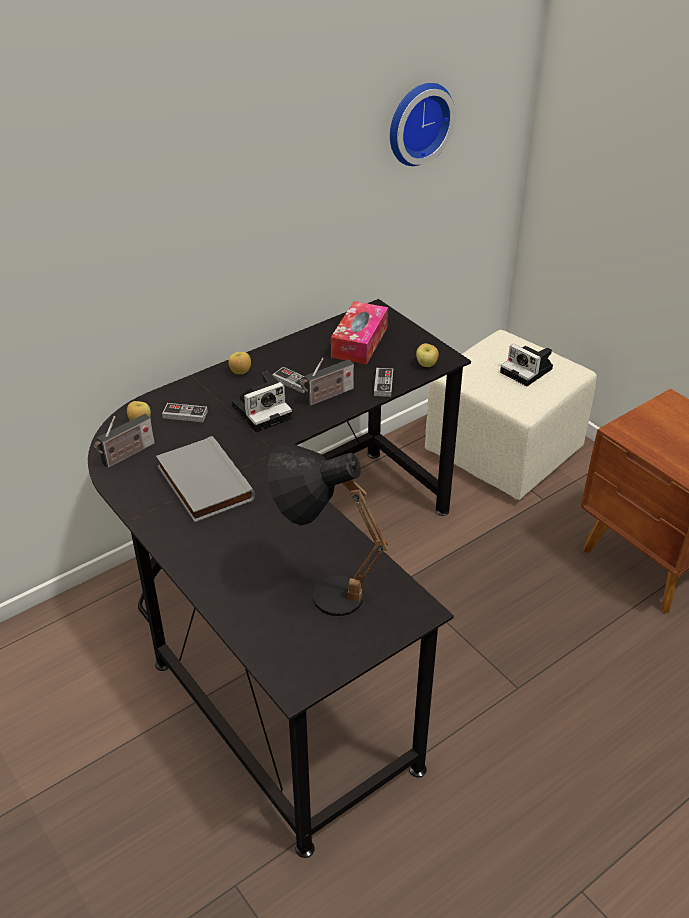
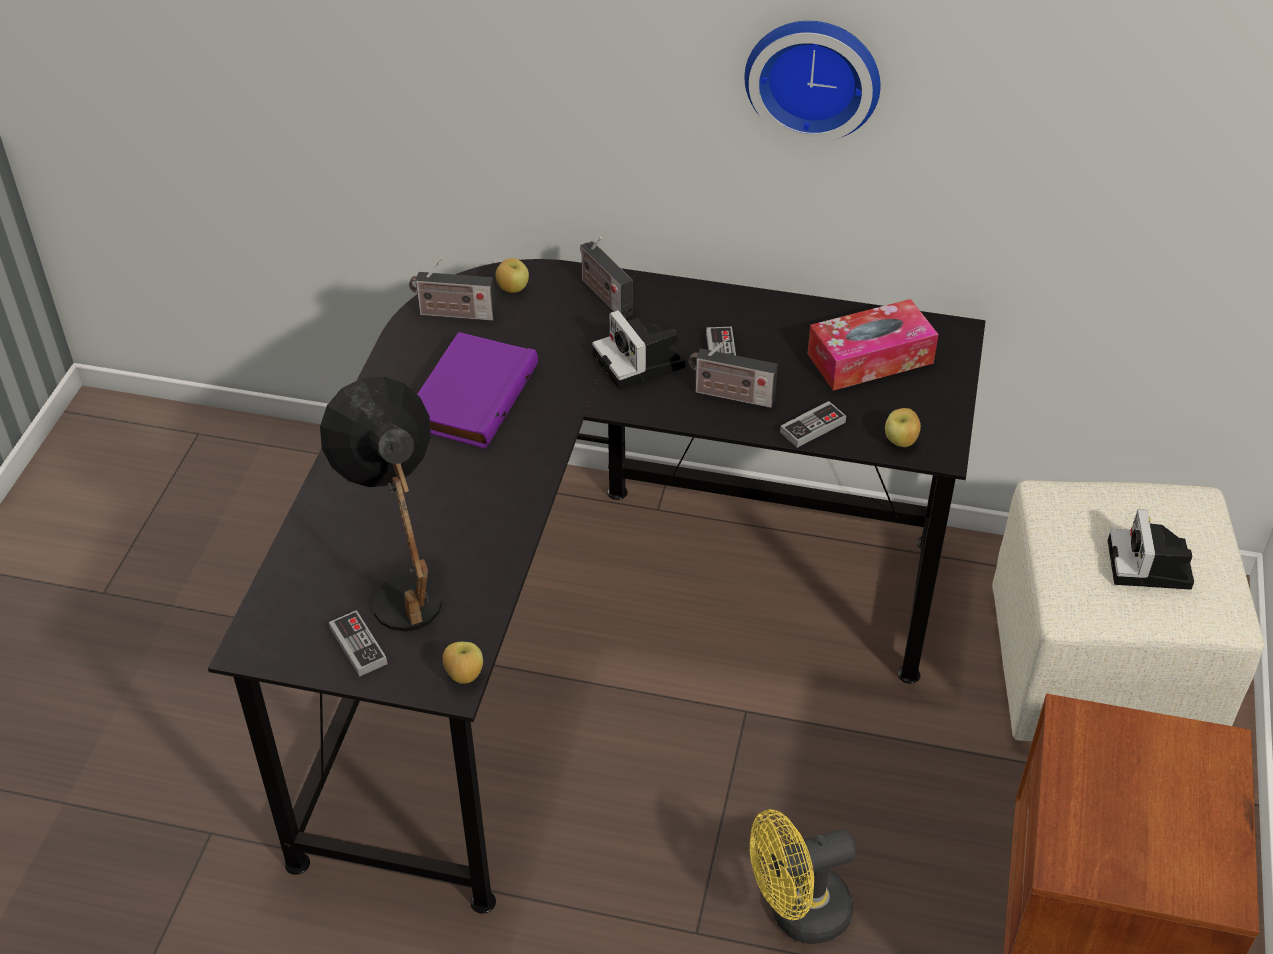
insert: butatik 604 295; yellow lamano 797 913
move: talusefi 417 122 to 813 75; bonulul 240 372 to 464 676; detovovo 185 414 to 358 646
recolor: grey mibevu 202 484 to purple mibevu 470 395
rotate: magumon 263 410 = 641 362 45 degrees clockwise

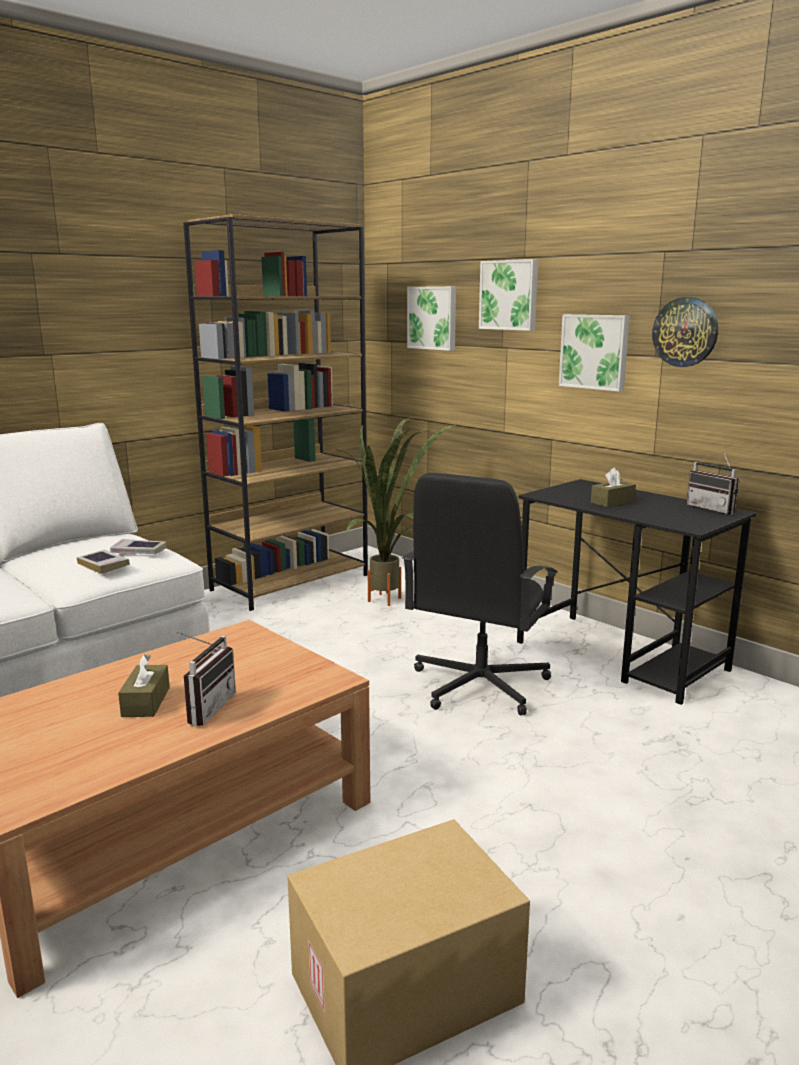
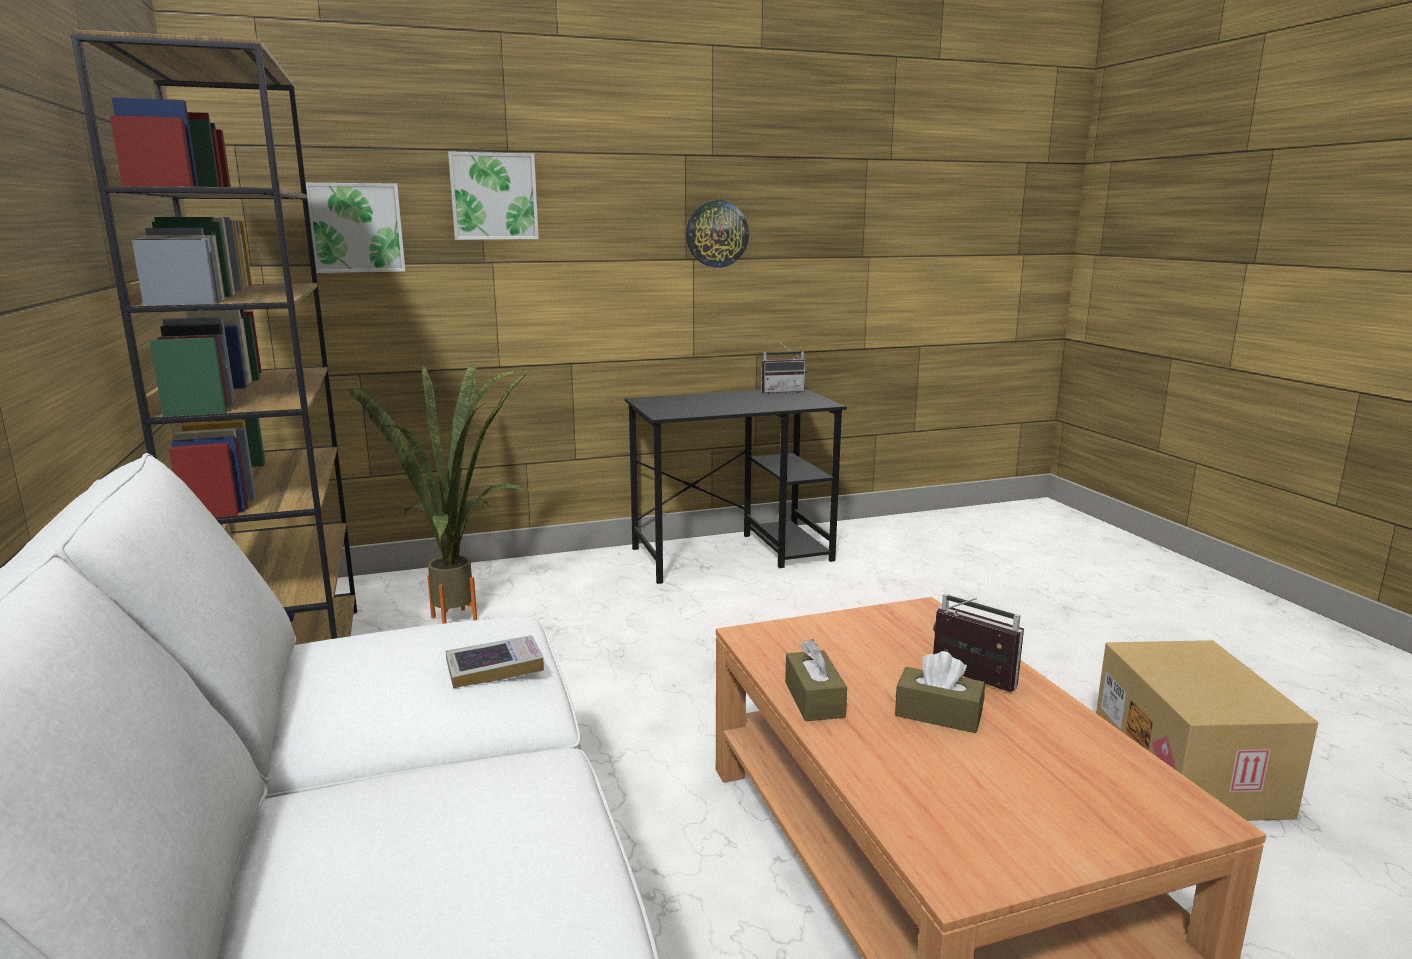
delete: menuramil 595 351; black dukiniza 478 685; mibevu 138 551
move: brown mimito 612 502 to 814 699

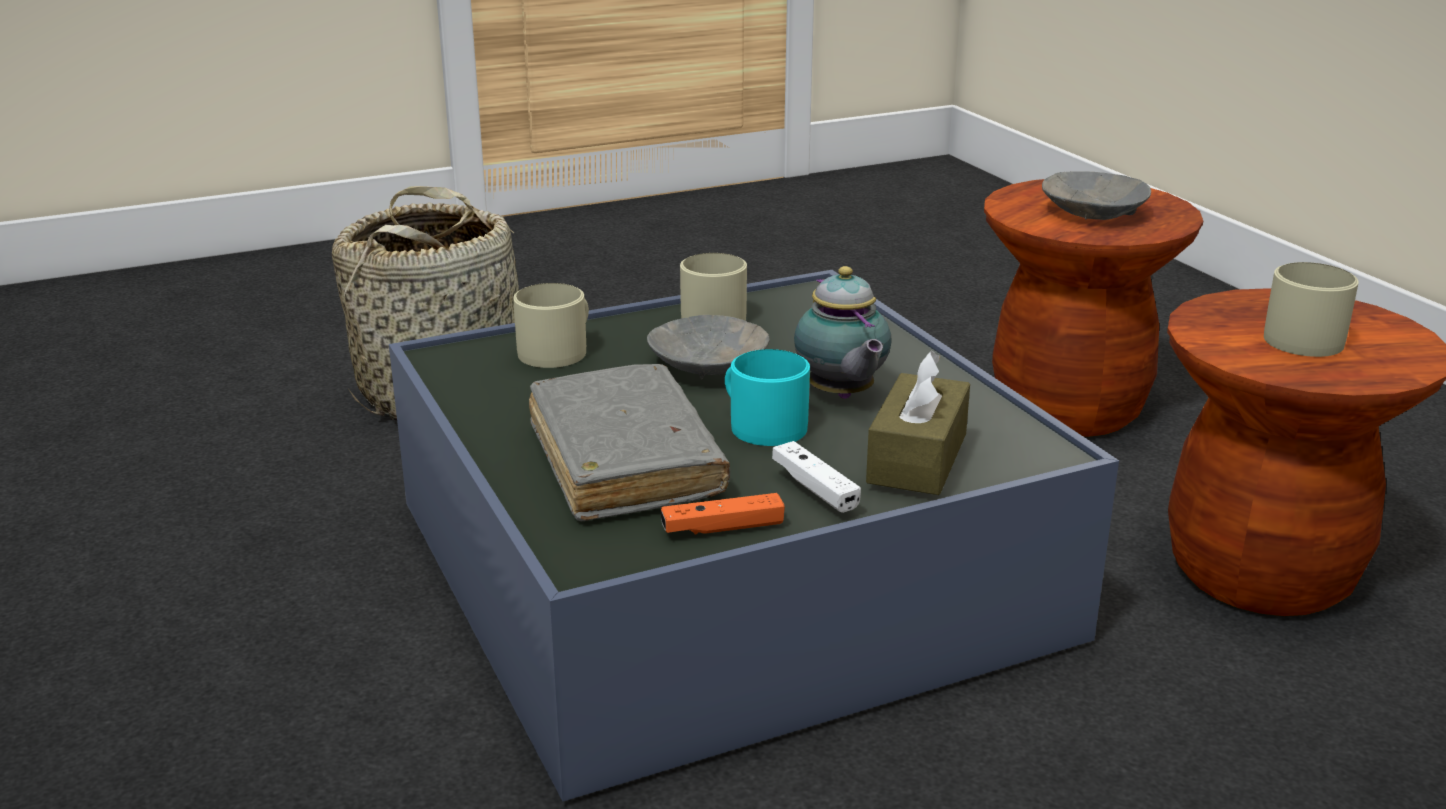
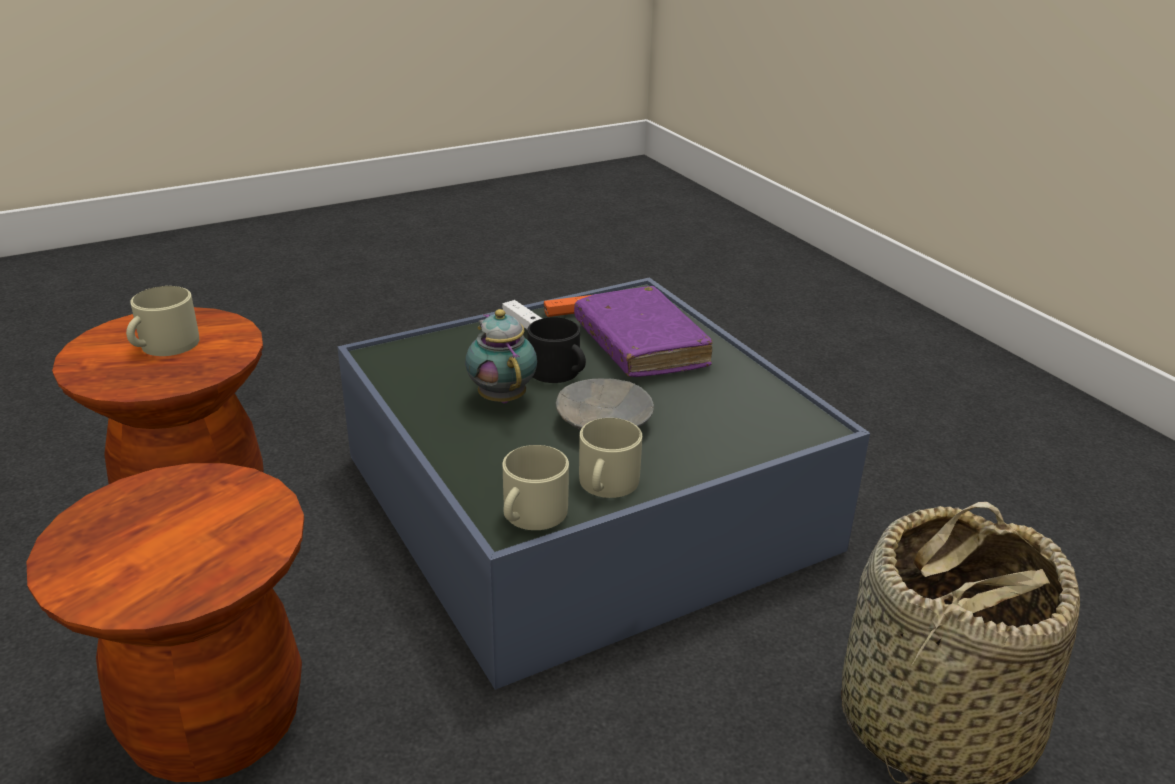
delete: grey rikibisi 1092 212; brown mimito 917 458
move: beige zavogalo 558 350 to 530 515
recolor: turquoise zavogalo 761 425 to black zavogalo 559 372; grey mibevu 625 462 to purple mibevu 640 346

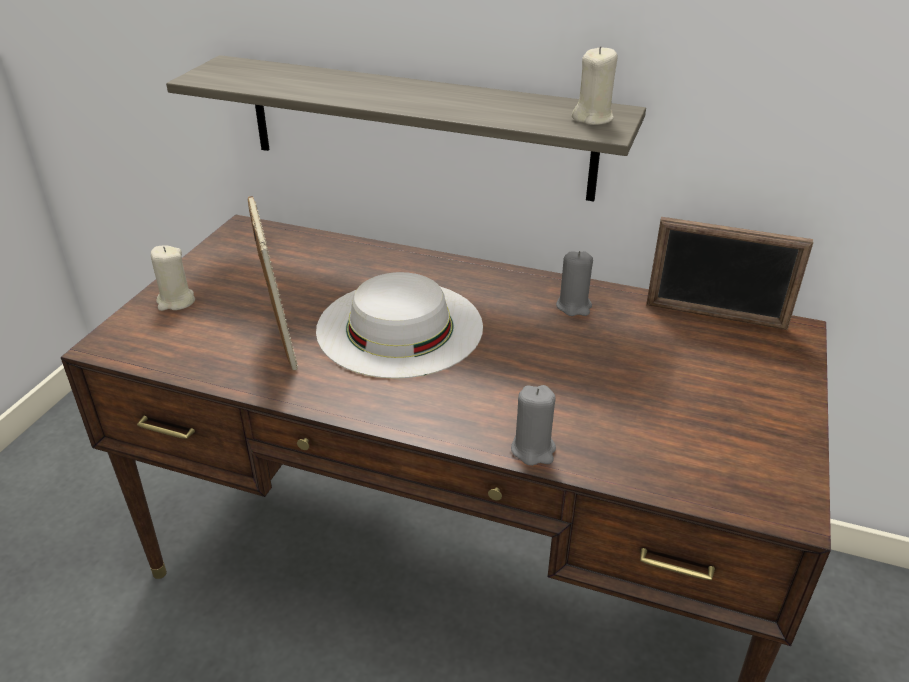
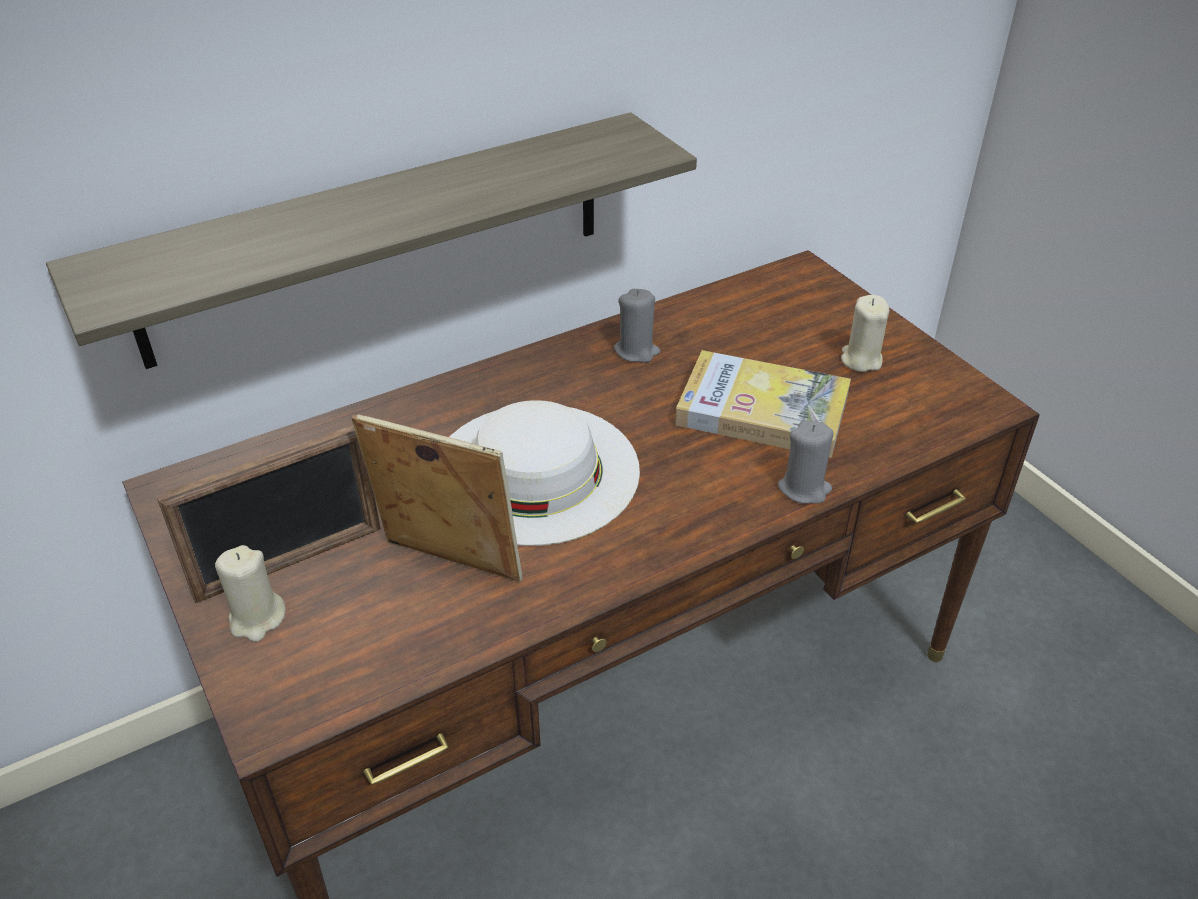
insert: mibevu 762 410
move: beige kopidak 593 118 to 861 359; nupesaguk 715 316 to 290 563

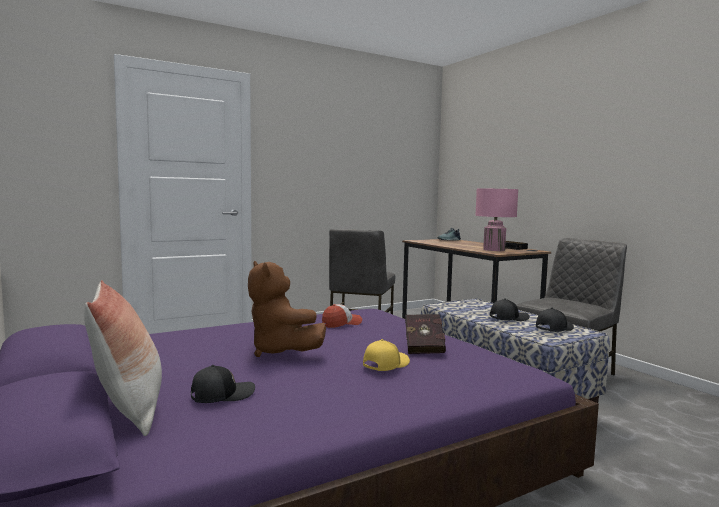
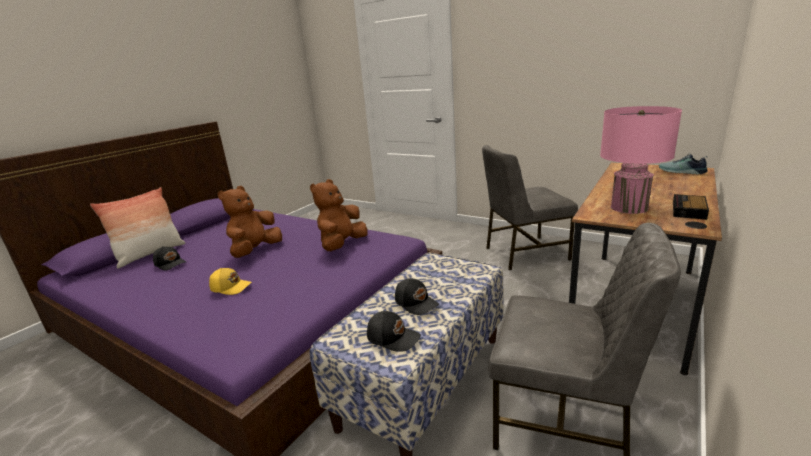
delete: red mibevu 424 346
replace: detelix 341 324 to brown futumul 342 245

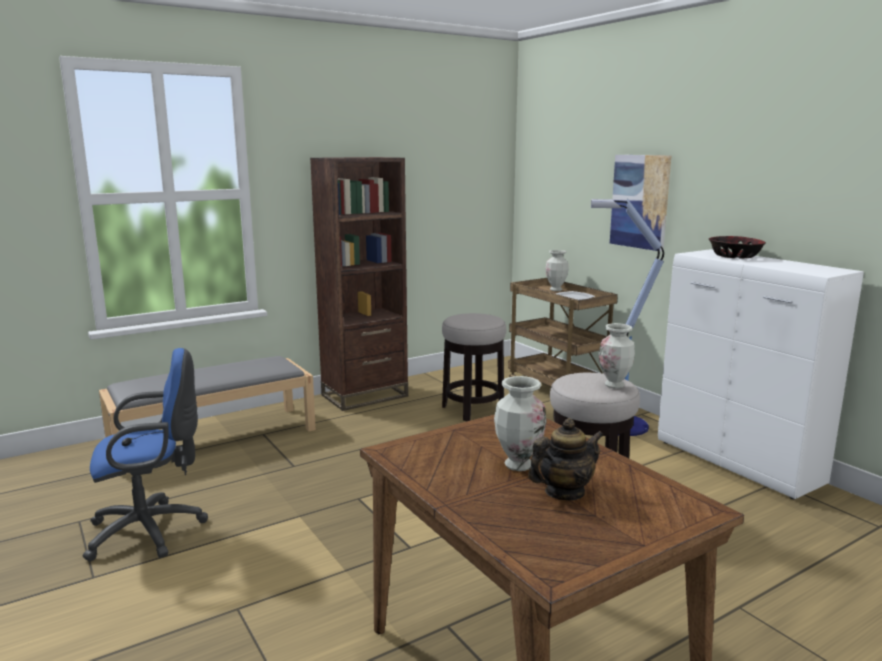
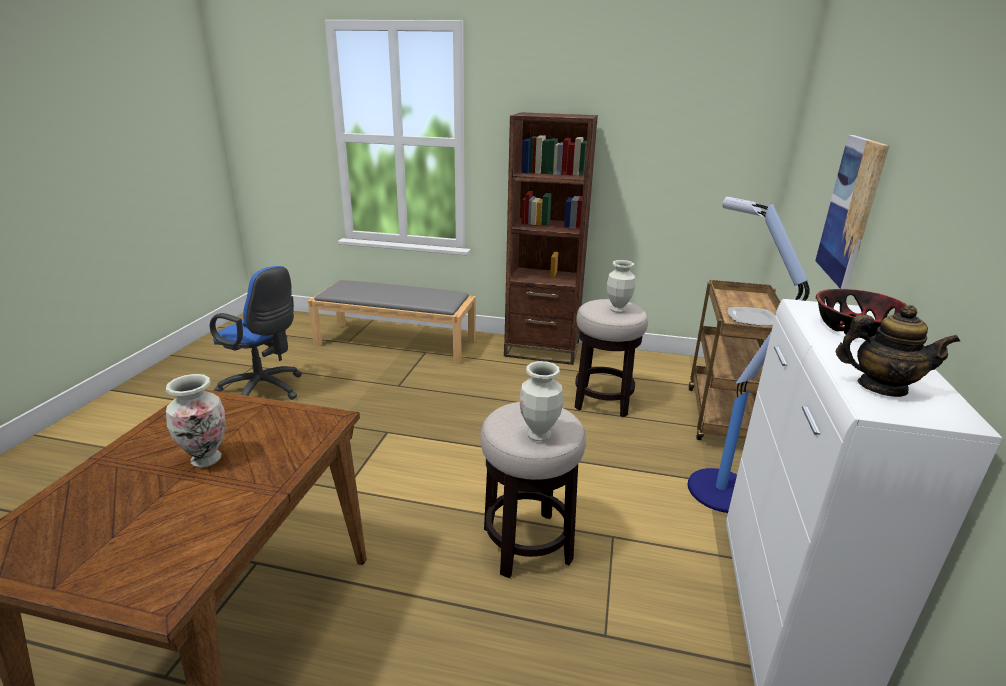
move: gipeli 556 290 to 618 310; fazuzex 564 492 to 881 387

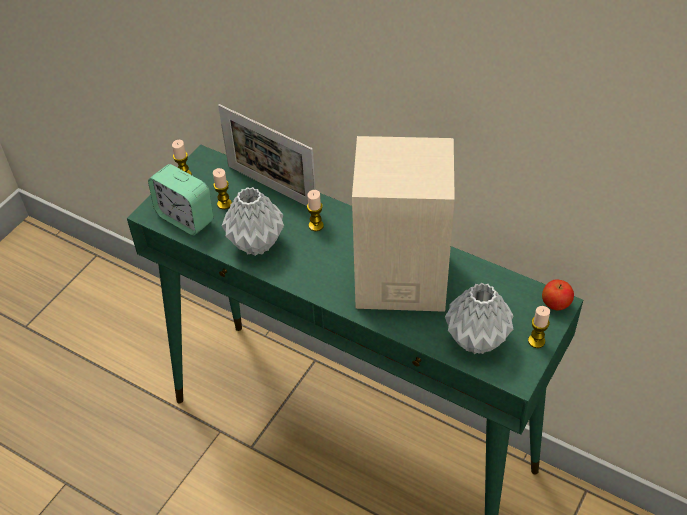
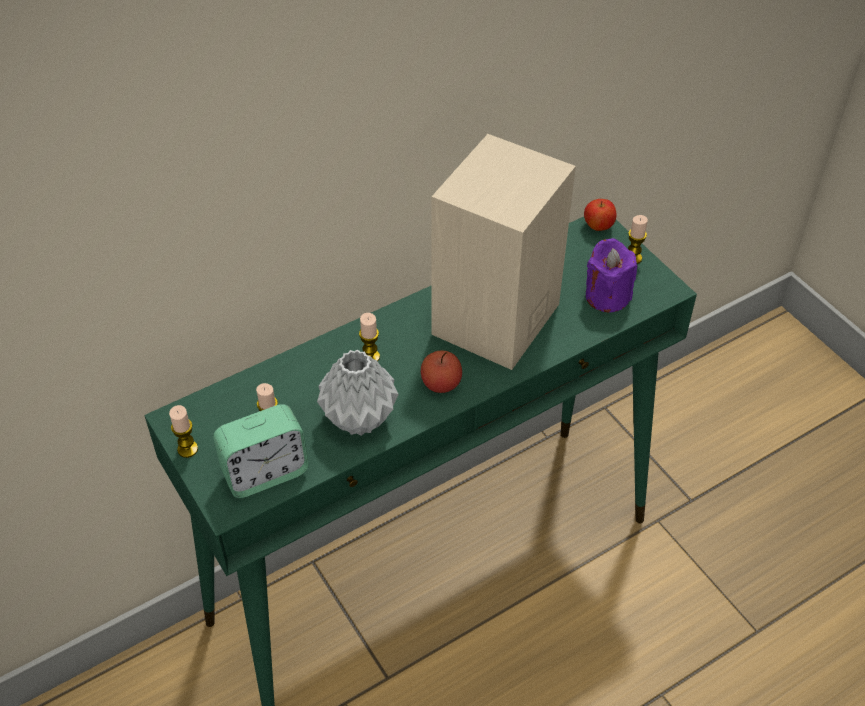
delete: nupesaguk 271 187
insert: bonulul 441 383
replace: grey gipeli 477 339 to purple kopidak 607 296

